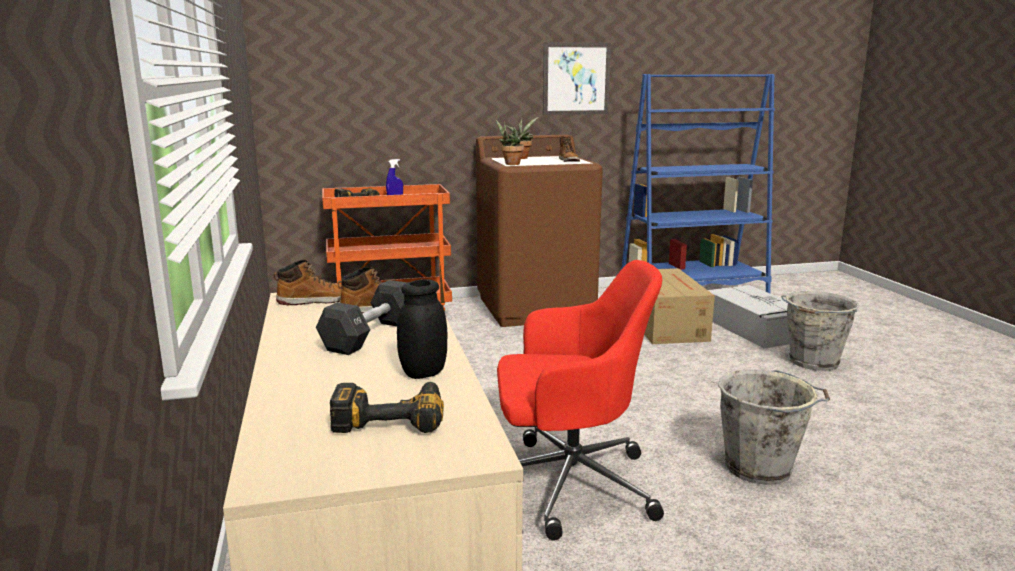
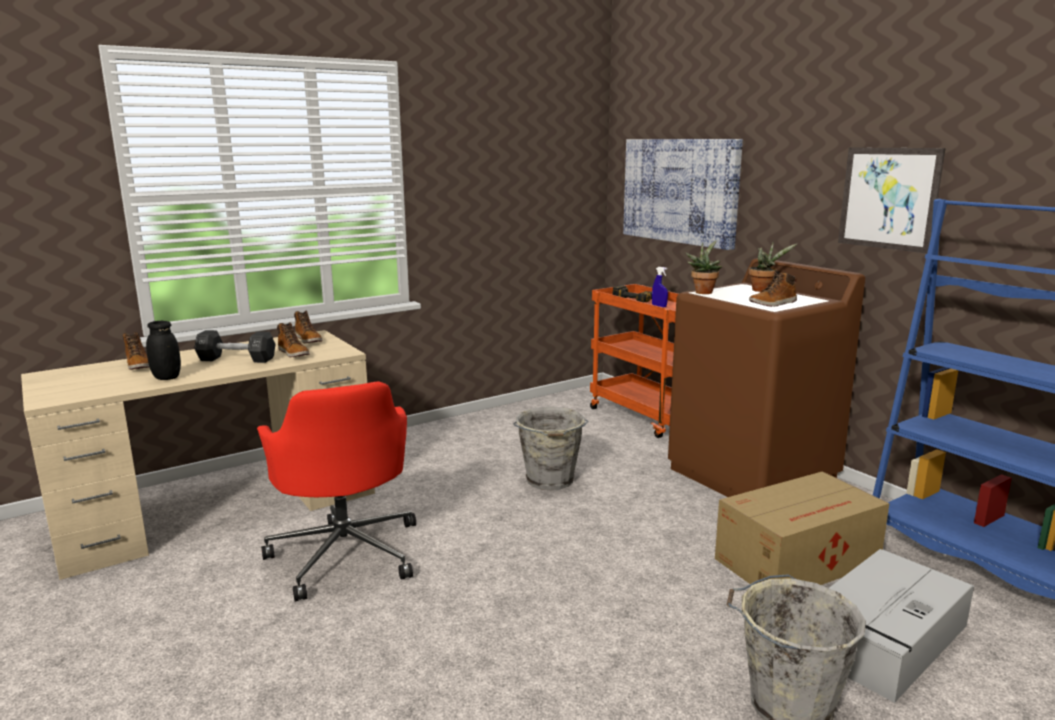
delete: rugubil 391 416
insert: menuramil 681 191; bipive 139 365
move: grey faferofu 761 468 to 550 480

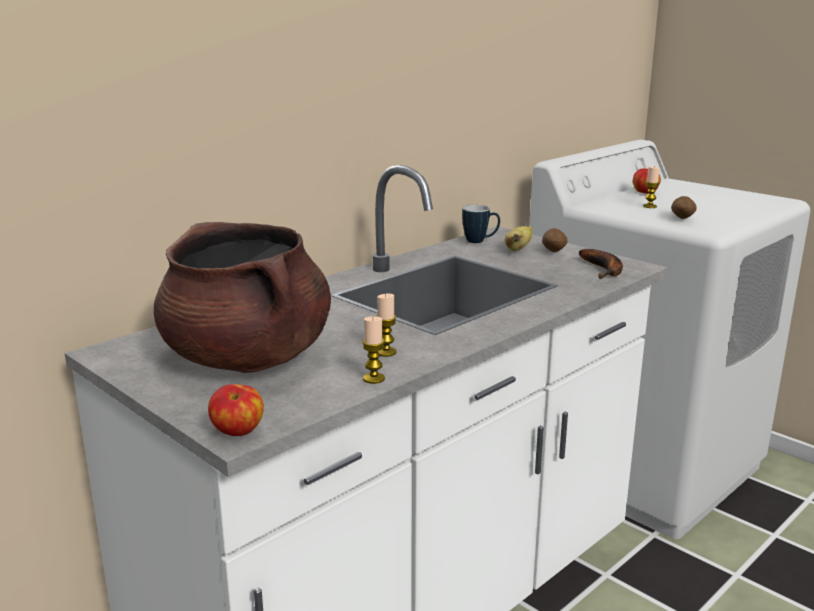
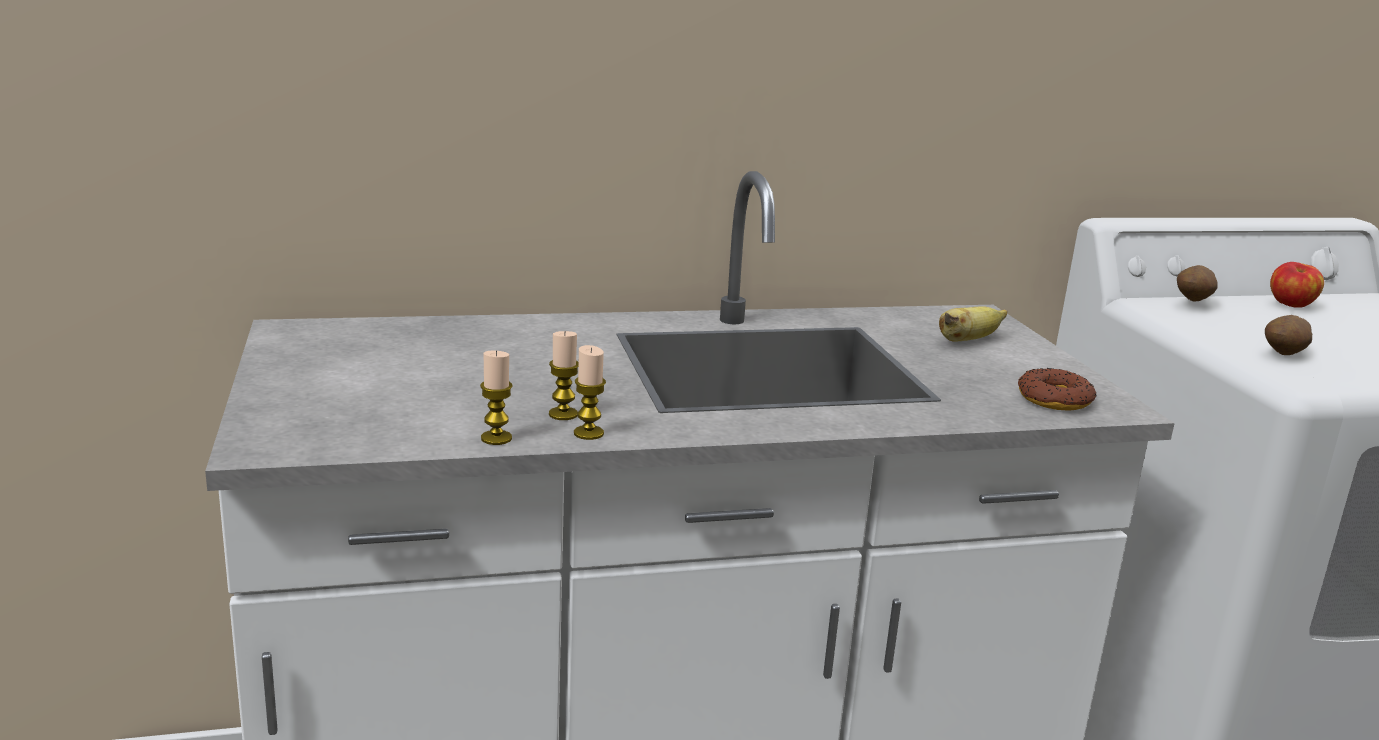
delete: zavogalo 480 241; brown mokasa 248 359; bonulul 238 432
move: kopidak 649 206 to 588 433; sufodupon 553 251 to 1193 301
replace: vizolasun 604 270 to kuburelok 1054 399

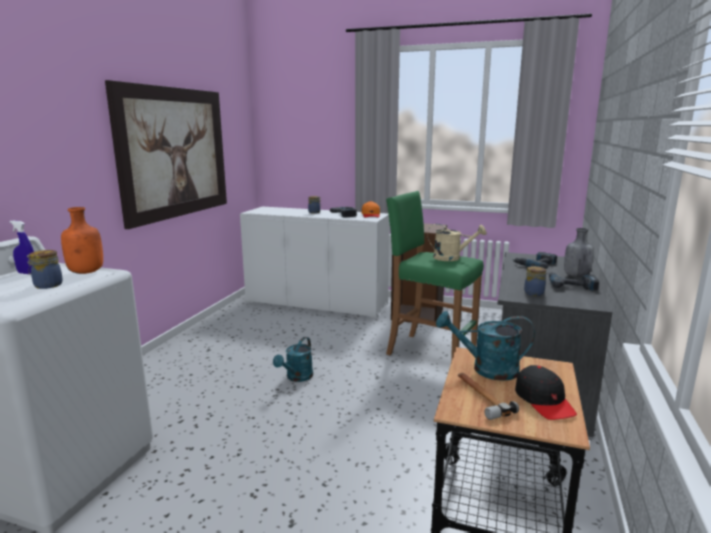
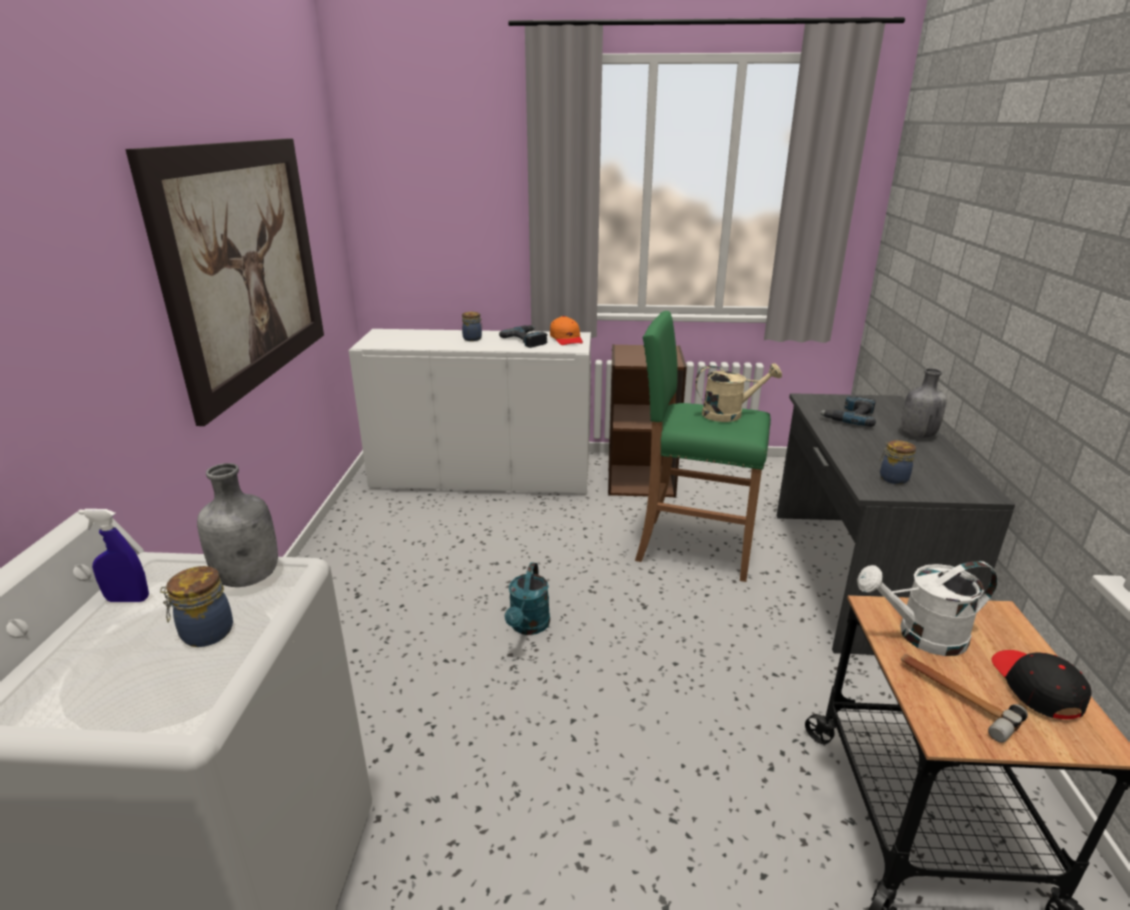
delete: rugubil 571 285
recolor: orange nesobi 87 272 to grey nesobi 250 577; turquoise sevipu 486 369 to white sevipu 921 636
rotate: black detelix 544 401 = 1035 687 150 degrees counterclockwise

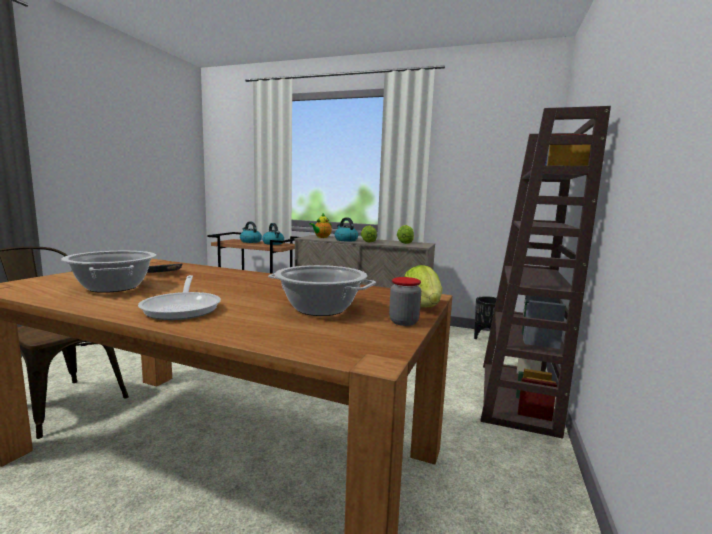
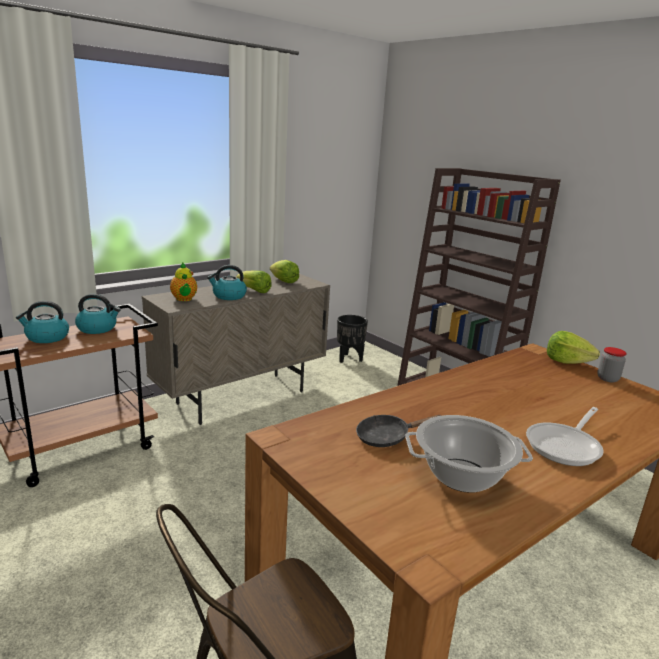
delete: mokasa 321 308
rotate: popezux 183 308 = 566 446 120 degrees clockwise

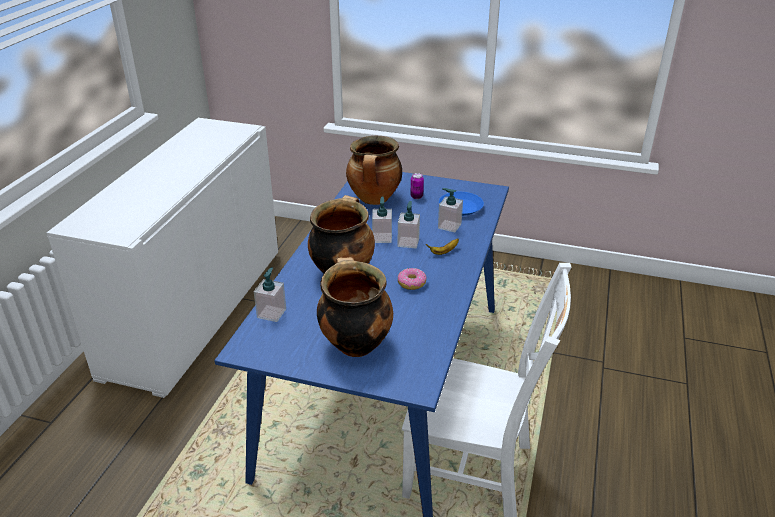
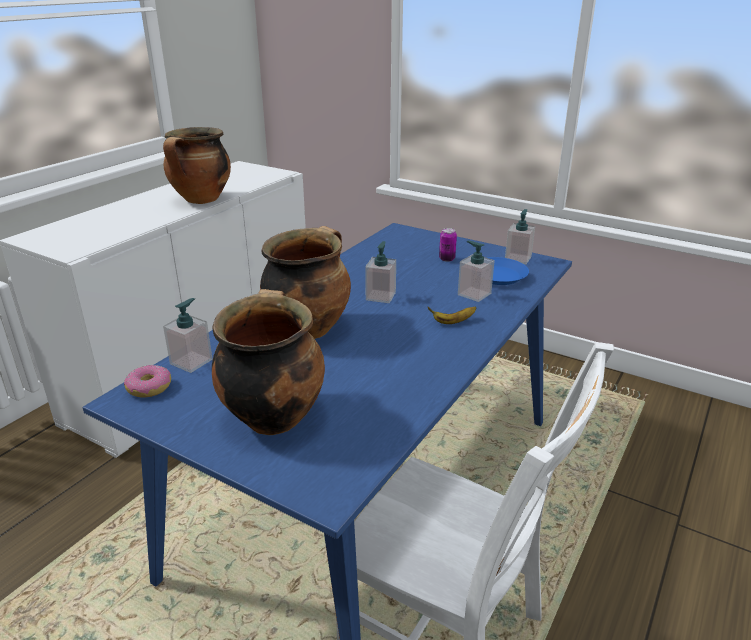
move: mokasa 375 199 to 201 200; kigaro 408 242 to 518 258; kuburelok 411 283 to 149 388

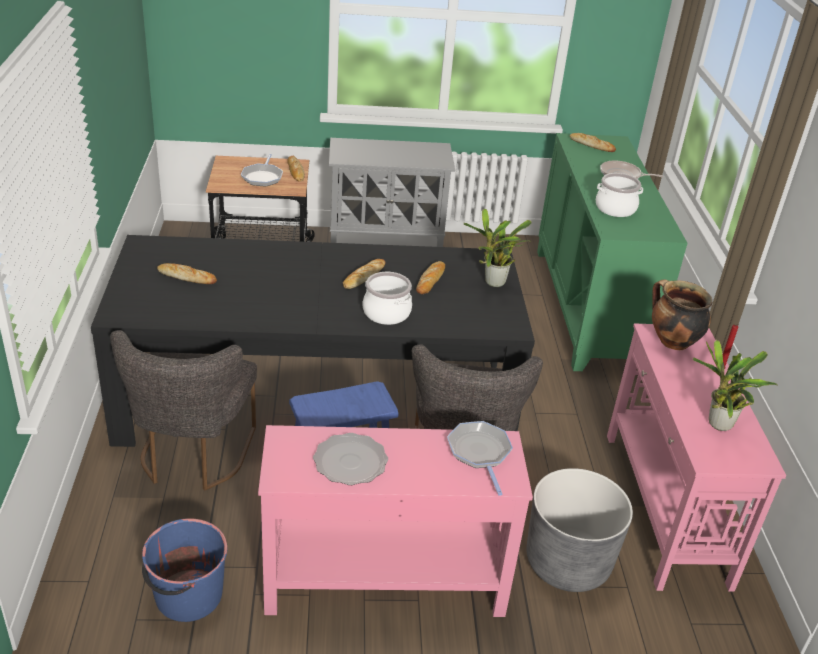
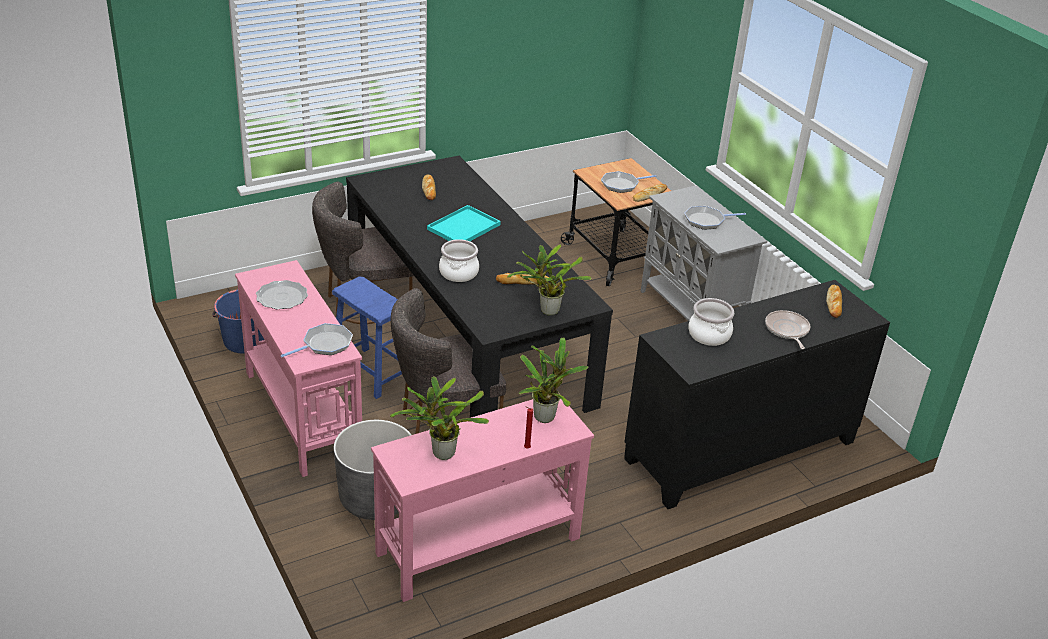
delete: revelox 364 277
insert: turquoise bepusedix 463 228; popezux 706 221
replace: mokasa 671 342 to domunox 546 416
recolor: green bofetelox 589 307 to black bofetelox 741 451

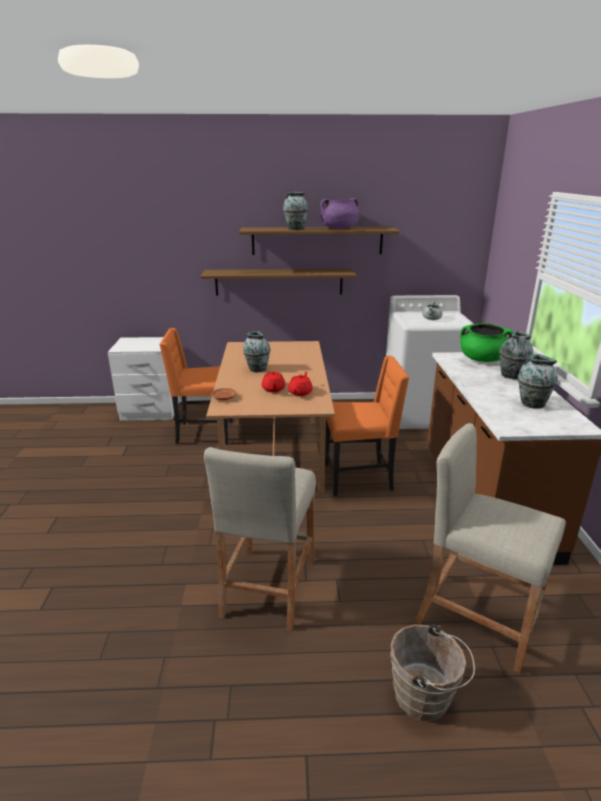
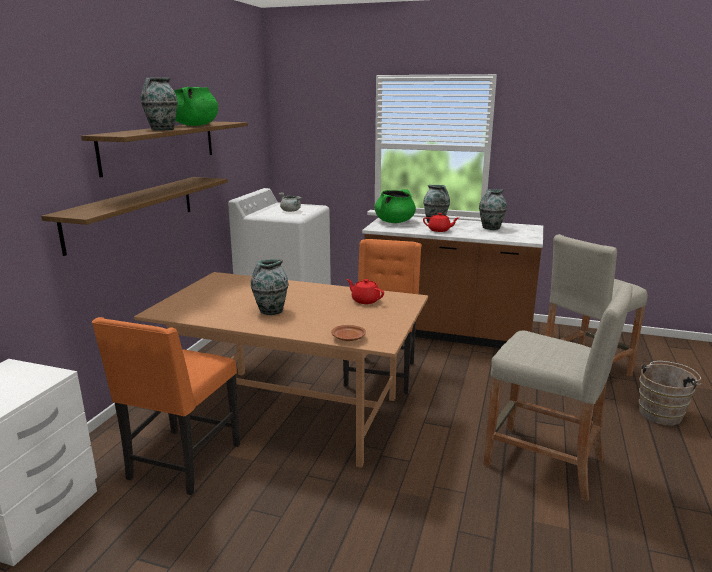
move: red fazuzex 273 389 to 439 230
recolor: purple mokasa 339 228 to green mokasa 194 125

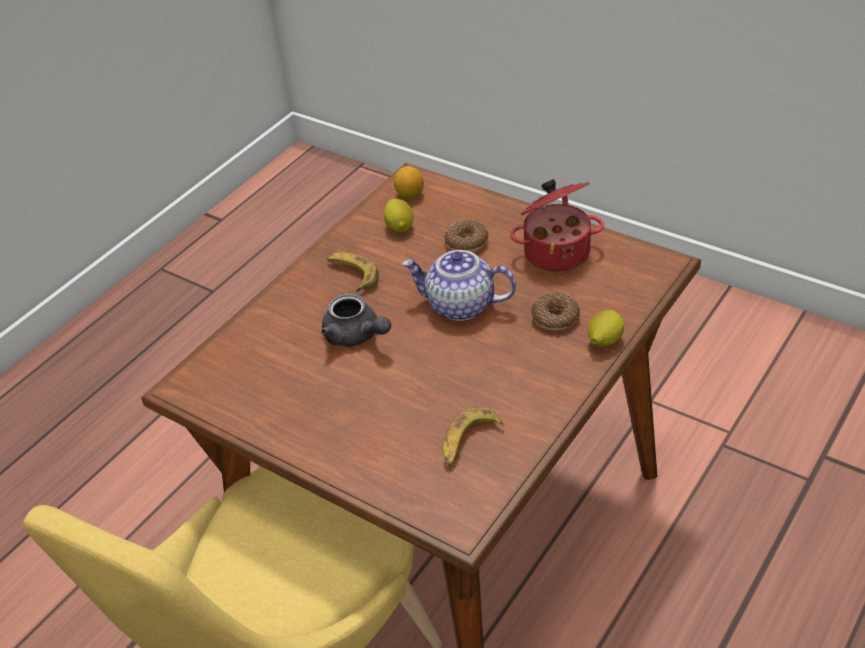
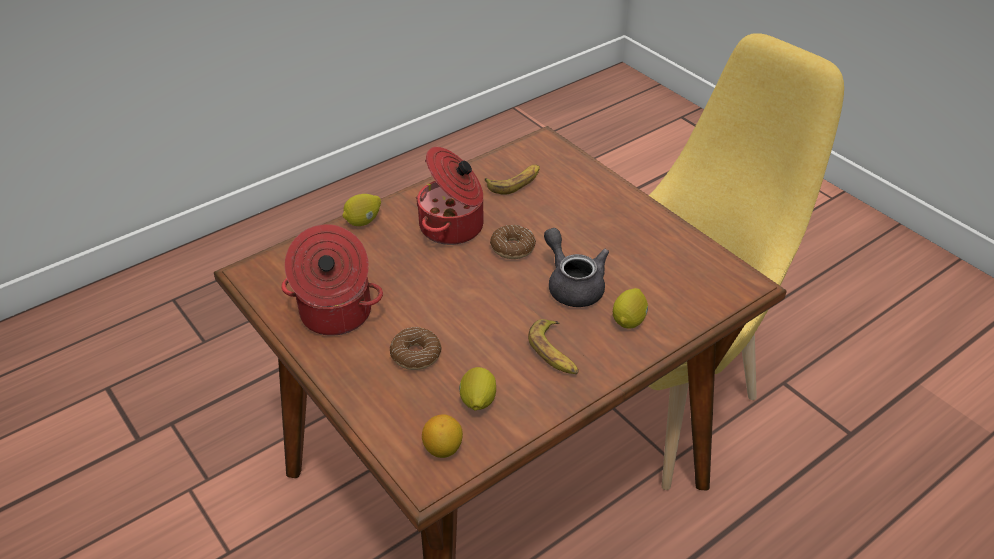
delete: fazuzex 460 306
insert: mokasa 453 227; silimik 629 320
move: kuburelok 555 318 to 512 248

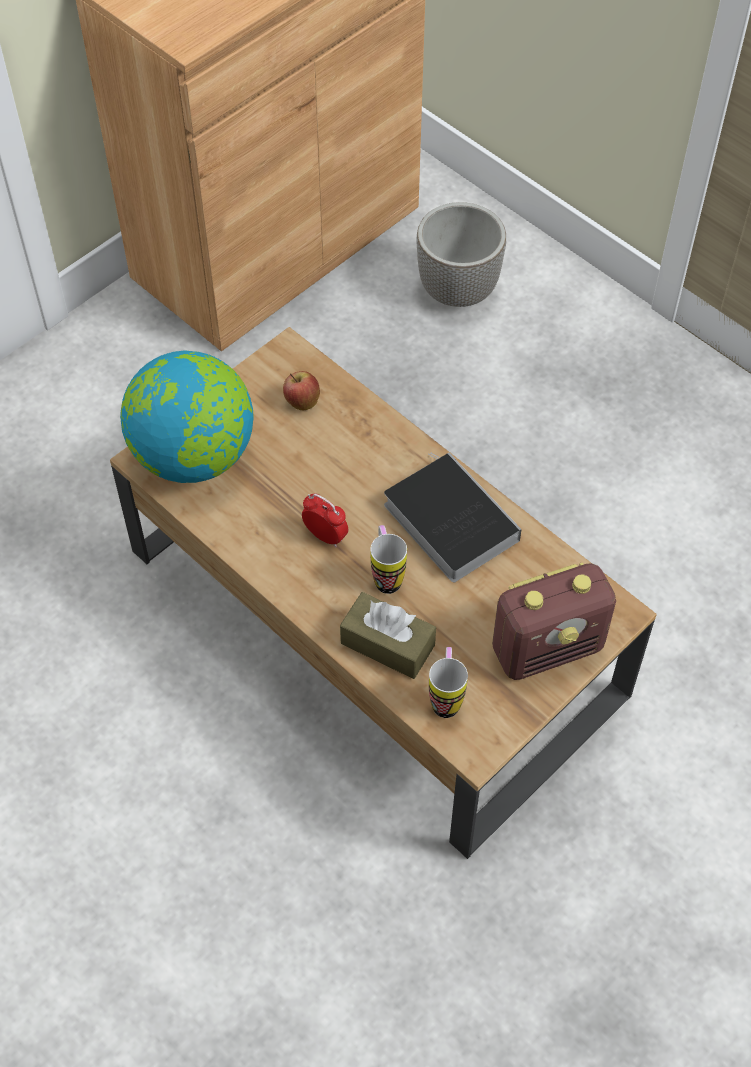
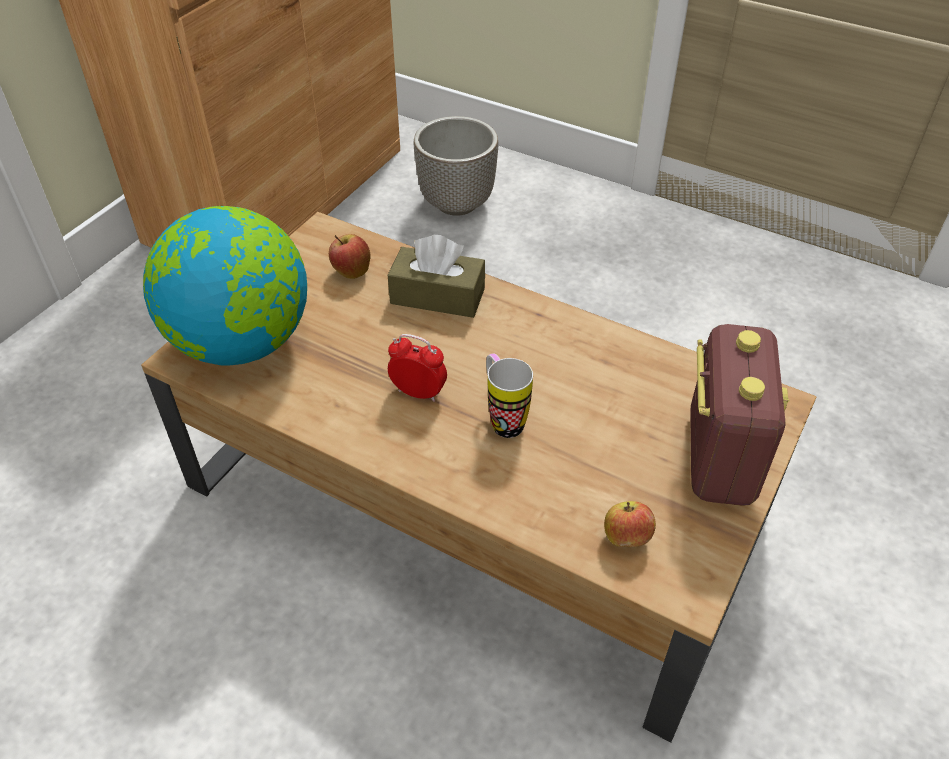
delete: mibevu 447 520
move: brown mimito 387 644 to 437 296
replace: zavogalo 446 697 to bonulul 626 537
rotate: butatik 548 648 = 719 456 45 degrees counterclockwise

